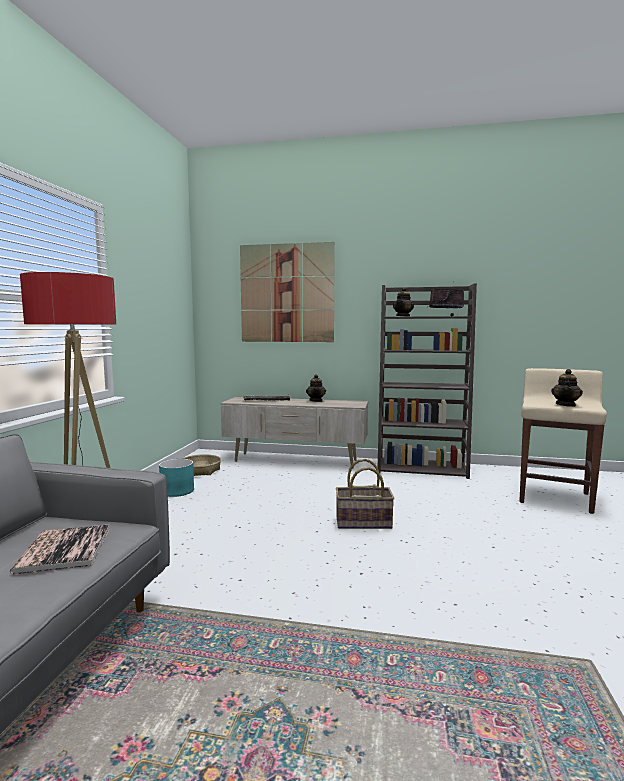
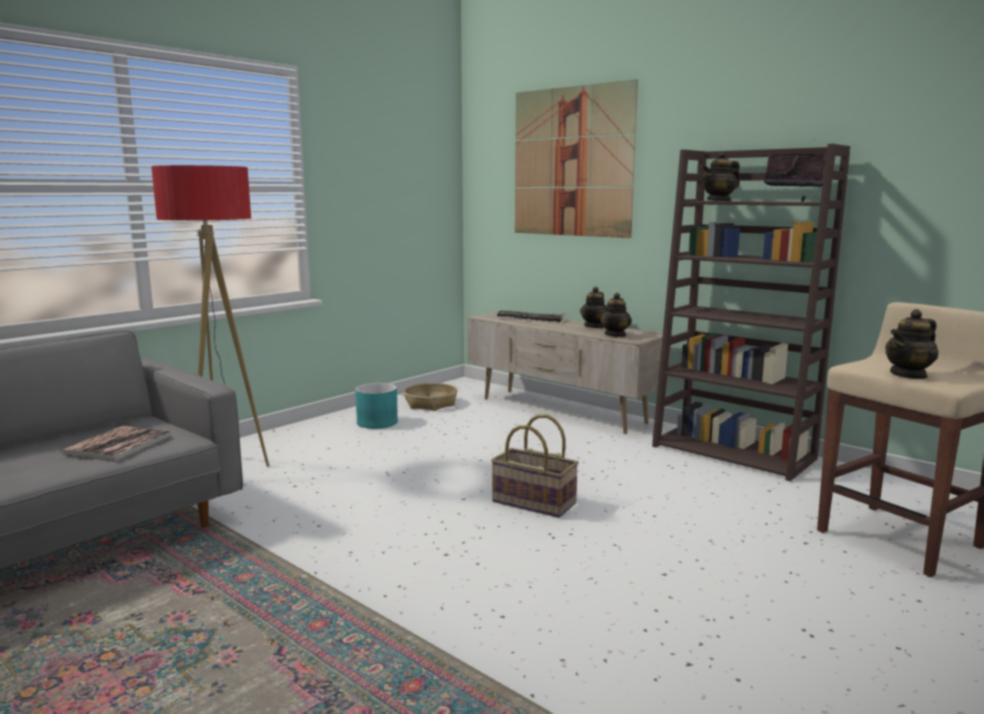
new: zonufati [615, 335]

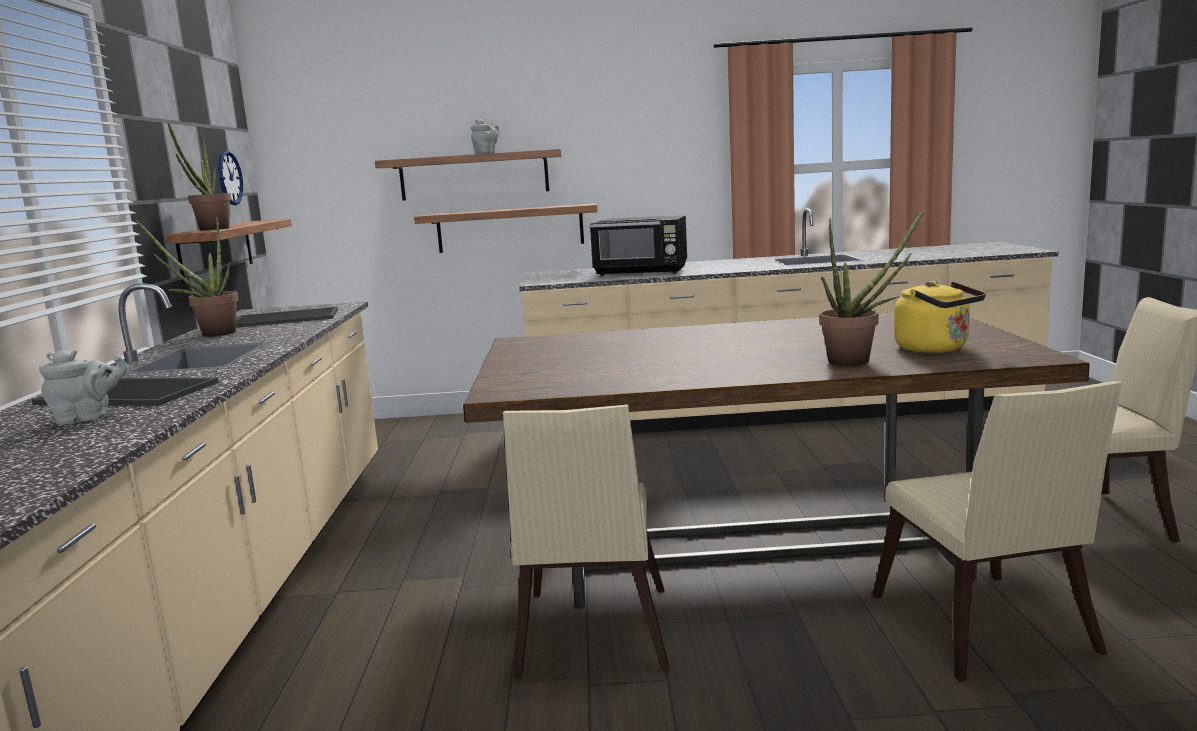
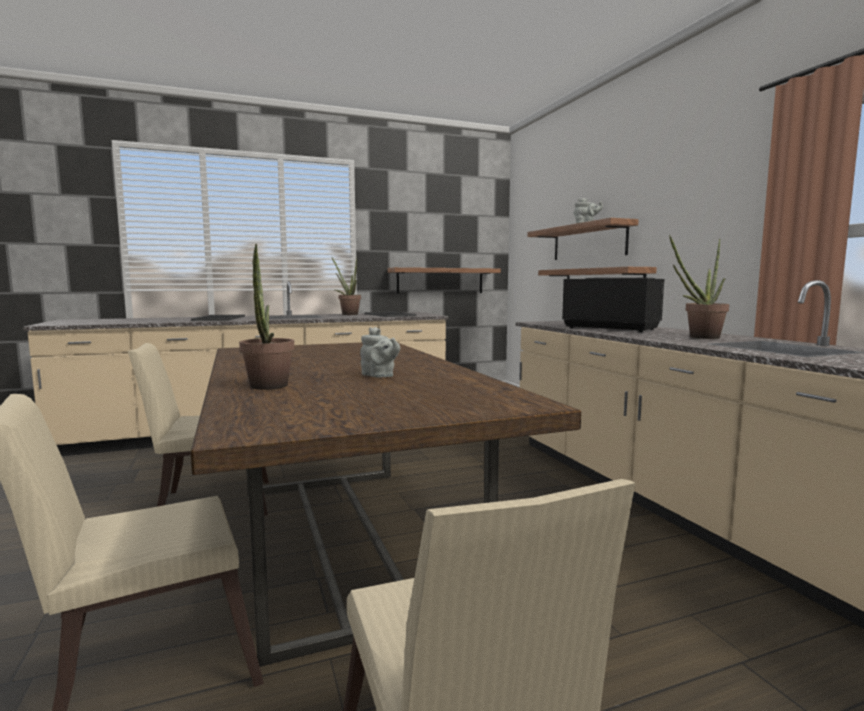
gone: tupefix [229, 178]; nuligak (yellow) [936, 349]
shifted: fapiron [211, 229] to [699, 337]; zonufati (grey) [88, 418] to [379, 376]
rotated: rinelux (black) [642, 272] = [610, 328] 135 degrees clockwise

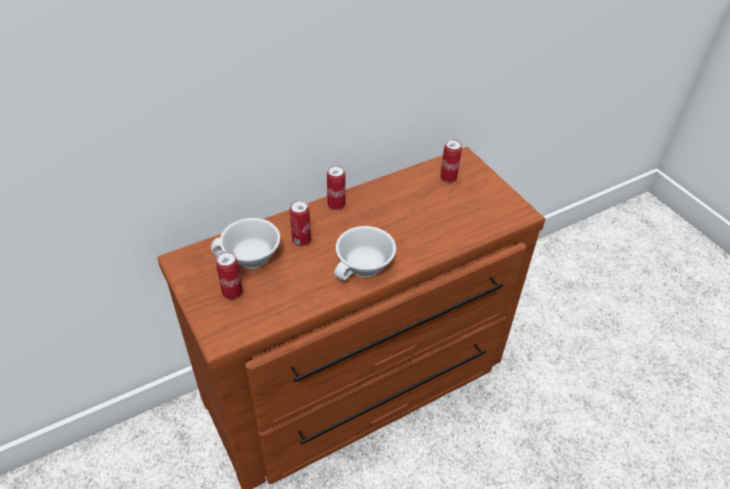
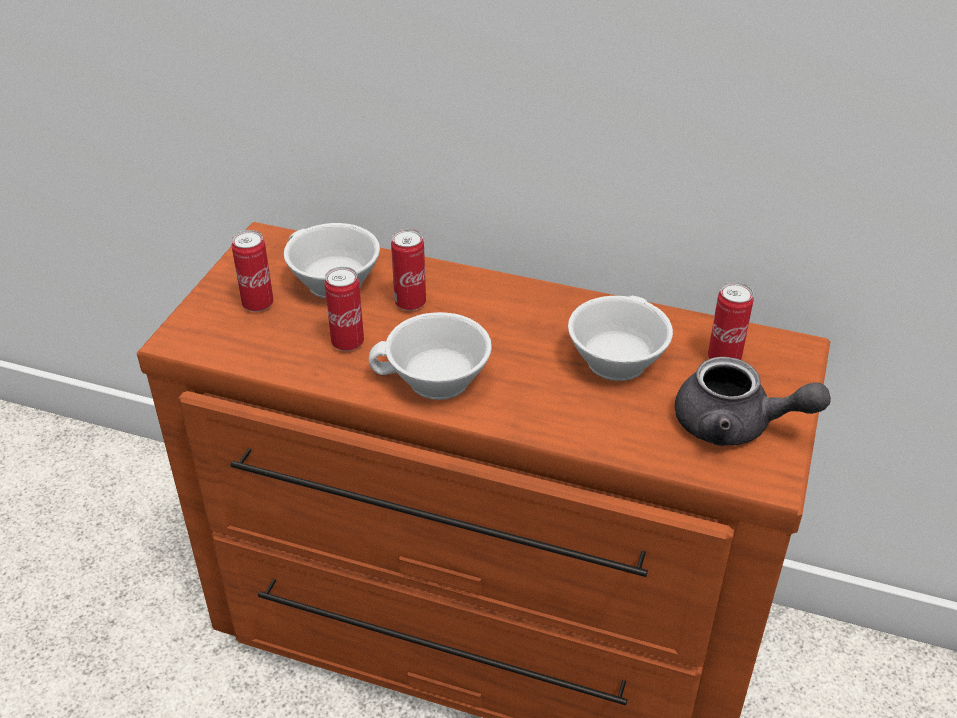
new: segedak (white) [614, 358]; zonufati (grey) [735, 426]
shifted: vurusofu [336, 205] to [347, 343]

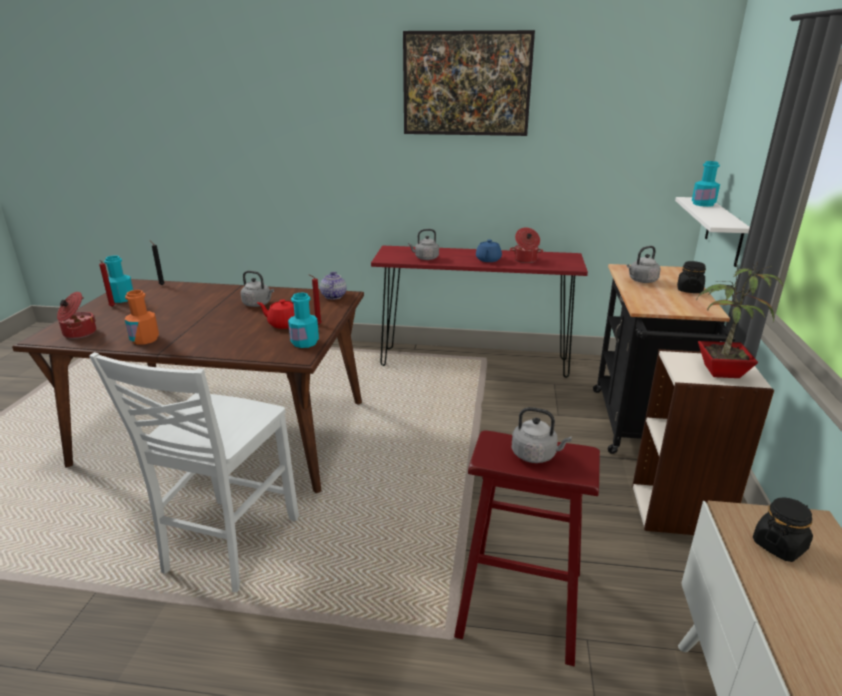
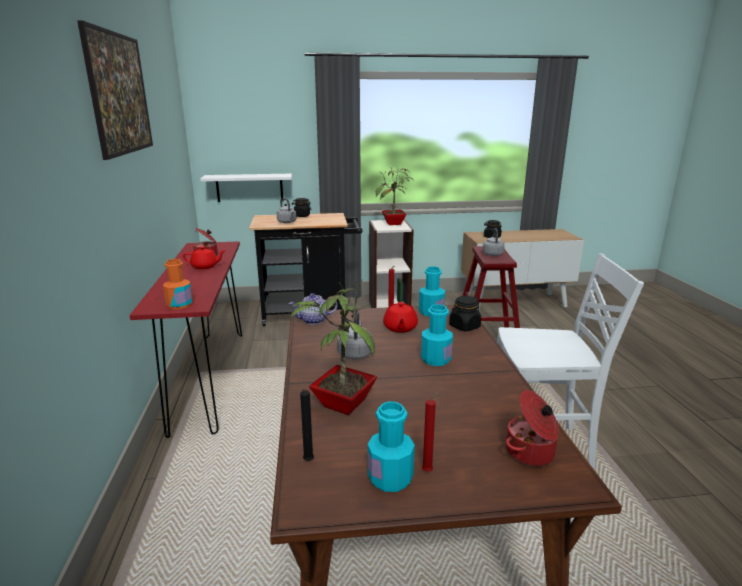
gone: nuligak (grey) [425, 258]
new: fapiron [341, 403]; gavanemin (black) [464, 326]
shifted: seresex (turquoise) [703, 204] to [435, 359]; seresex (orange) [145, 339] to [179, 305]
repainted: zonufati (blue) [488, 260] to zonufati (red) [205, 266]

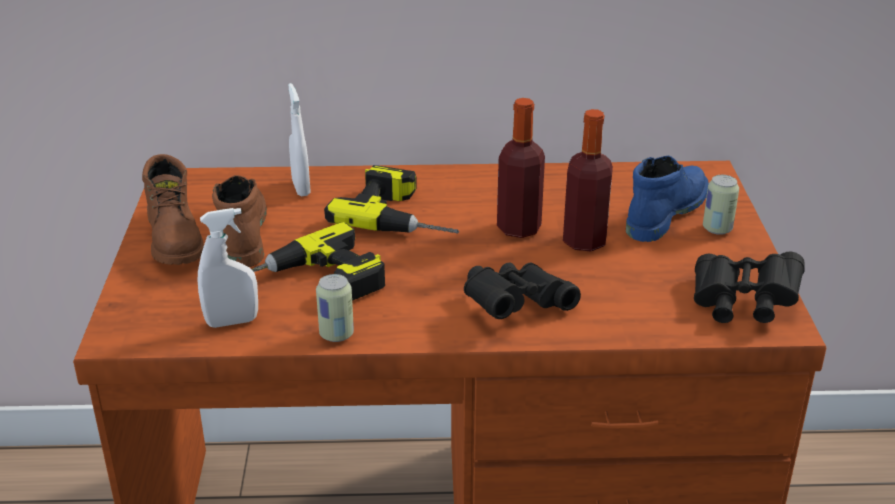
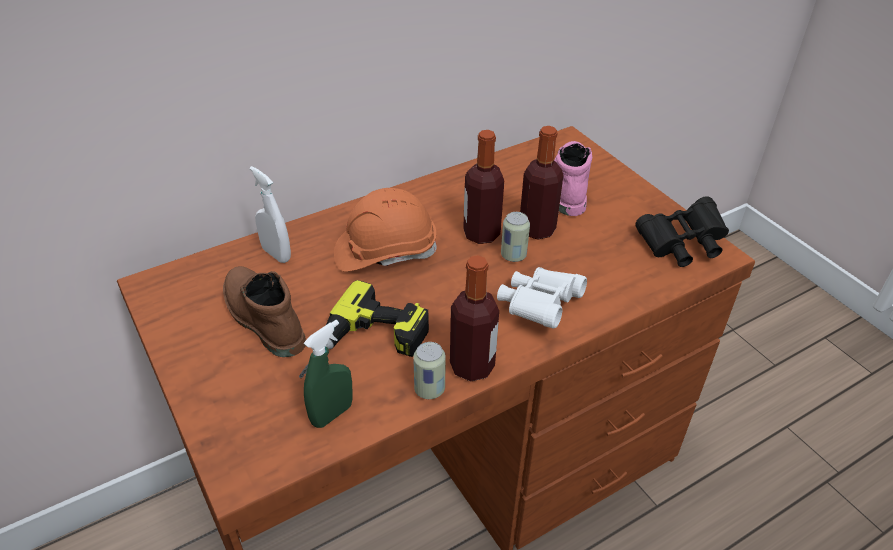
gone: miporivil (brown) [176, 239]
new: seresex [472, 366]
shifted: vurusofu [717, 229] to [513, 255]
swapped: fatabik [404, 215] to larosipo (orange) [385, 251]
repainted: miporivil (blue) [664, 213] to miporivil (pink) [568, 185]; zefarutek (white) [232, 322] to zefarutek (green) [332, 414]; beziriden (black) [515, 306] to beziriden (white) [539, 307]

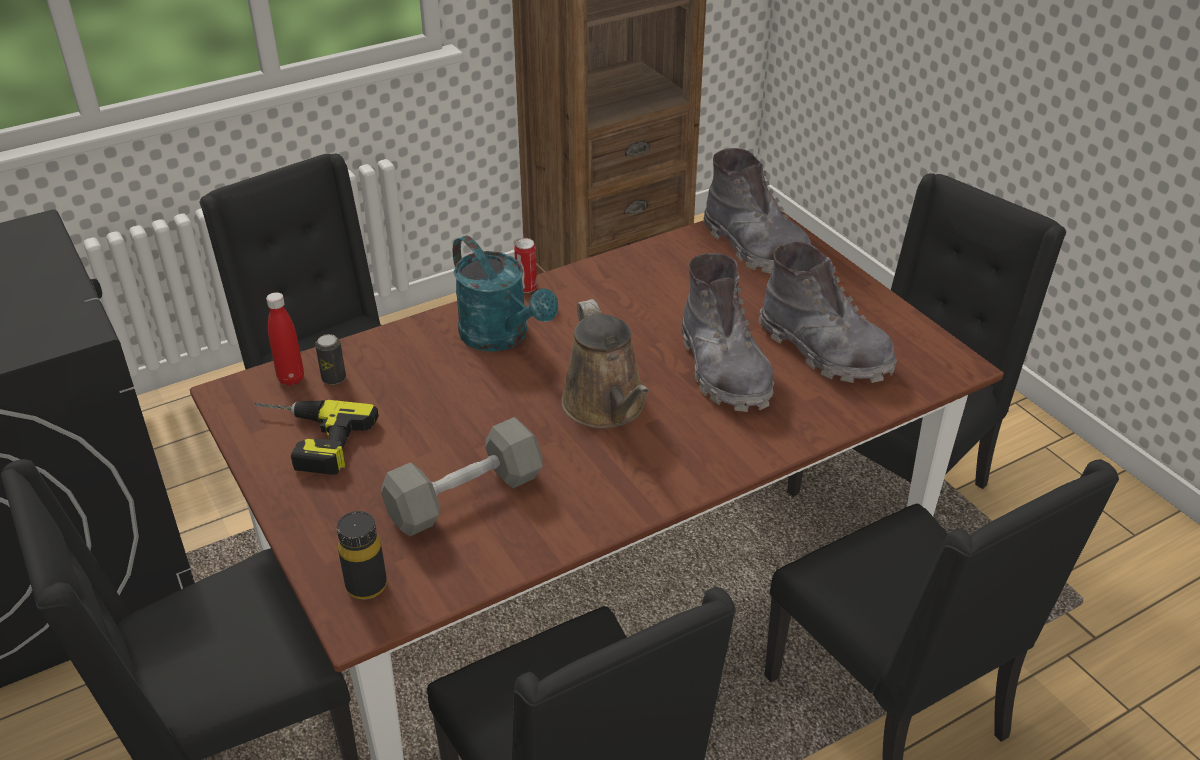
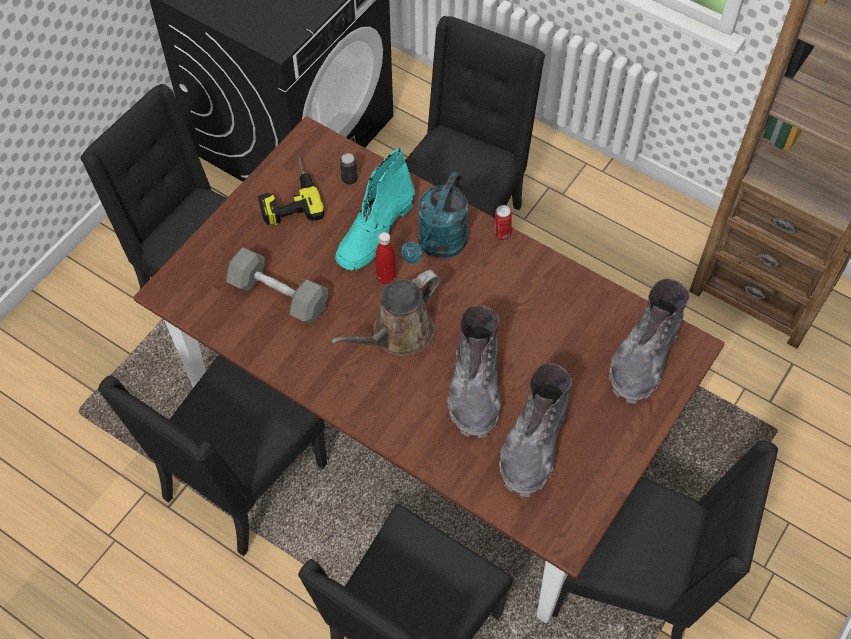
gone: seresex (black) [366, 586]
new: miporivil (turquoise) [375, 232]
shifted: seresex (red) [291, 378] to [386, 277]
rotated: miporivil (grey) [723, 369] = [475, 388] 45 degrees counterclockwise

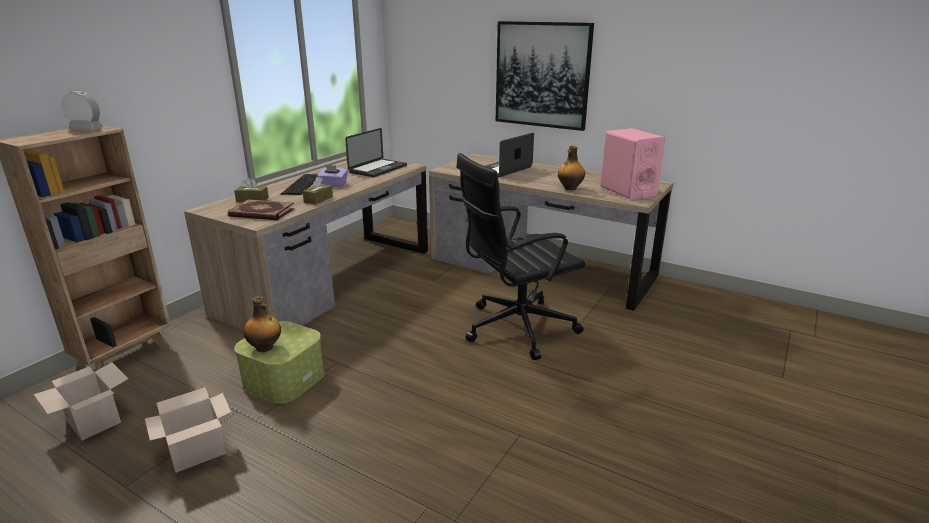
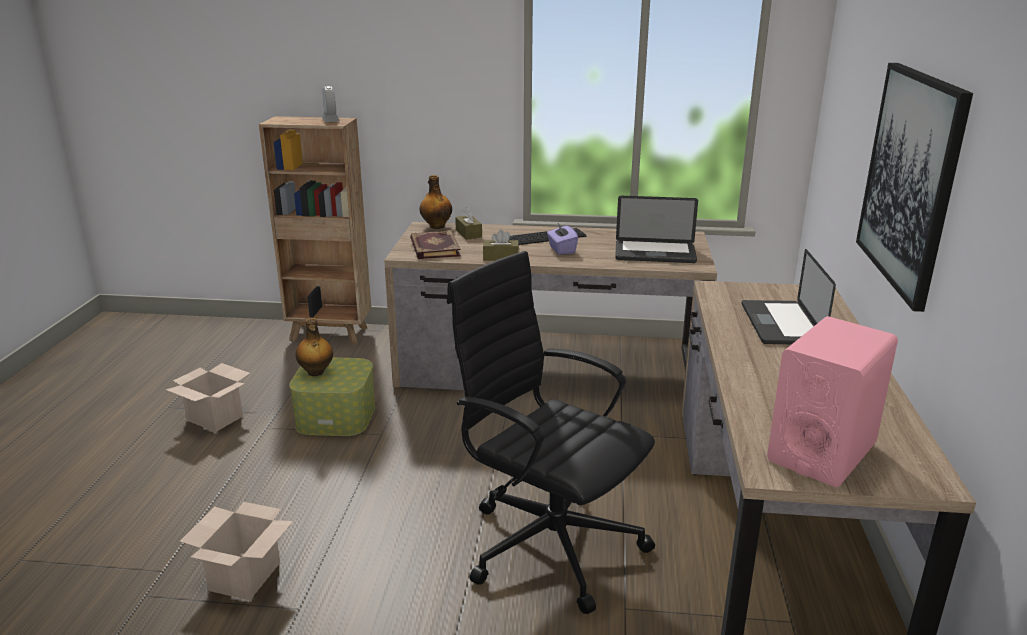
shifted: seresex [569, 188] to [436, 226]; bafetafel [92, 421] to [245, 575]
rotated: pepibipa [503, 169] = [781, 324] 105 degrees counterclockwise

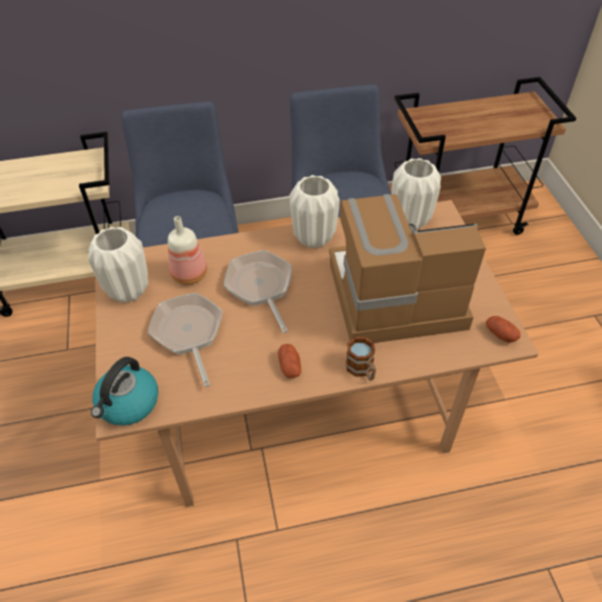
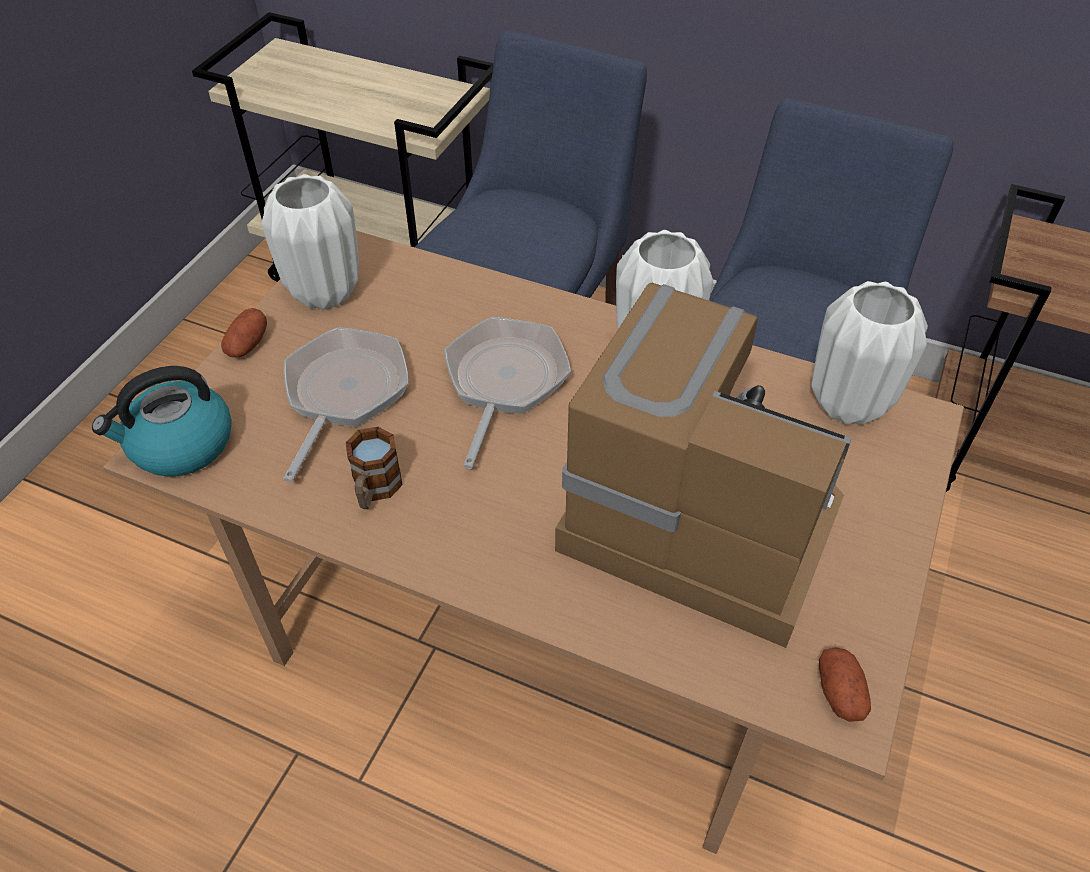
gone: seresex [188, 274]
shifted: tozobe [362, 370] to [375, 490]; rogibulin [290, 366] to [248, 344]

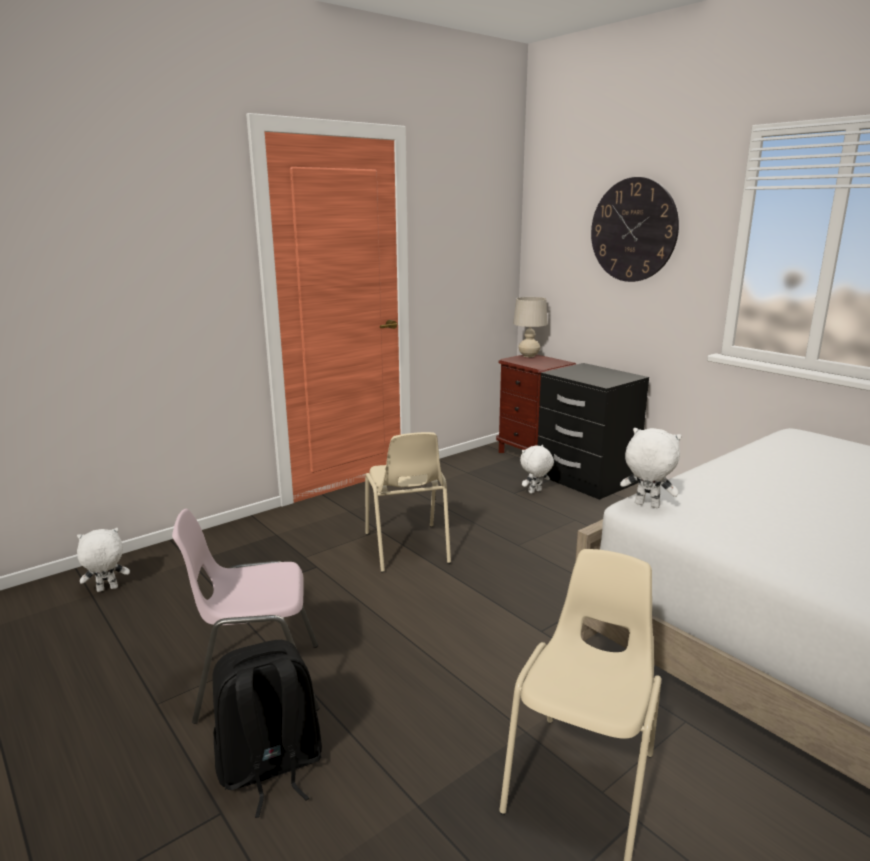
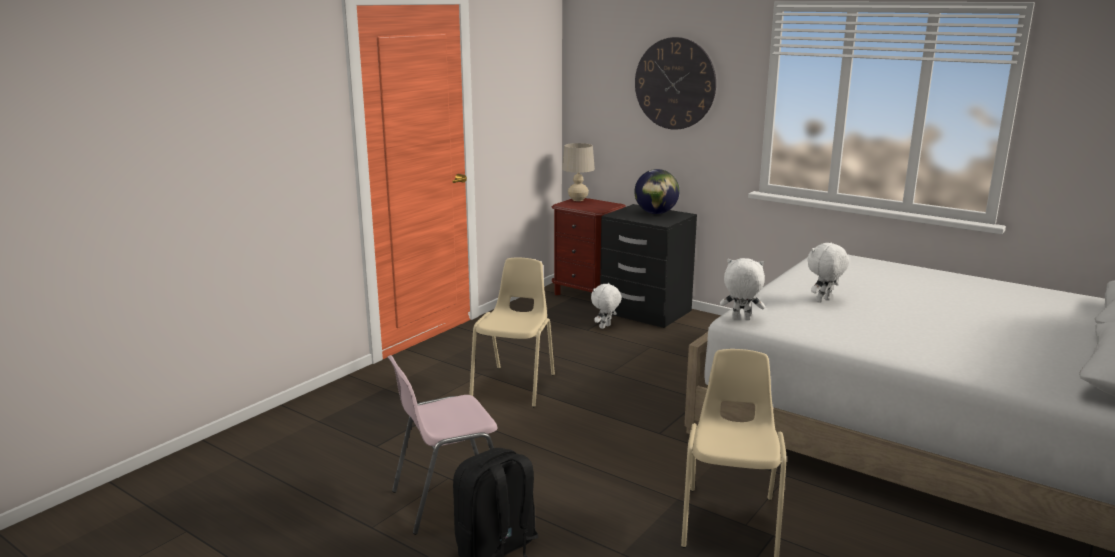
new: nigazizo [656, 213]
shifted: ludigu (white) [107, 589] to [823, 300]
rotated: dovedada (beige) [407, 548] = [515, 386] 135 degrees counterclockwise

